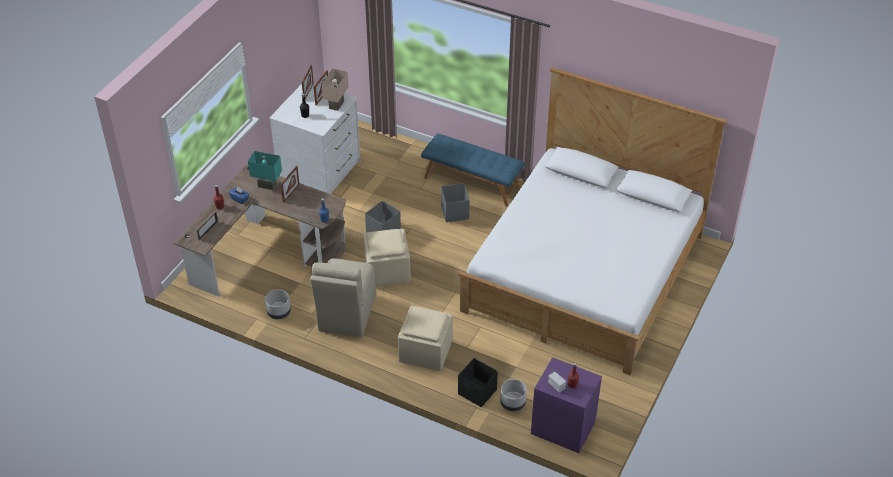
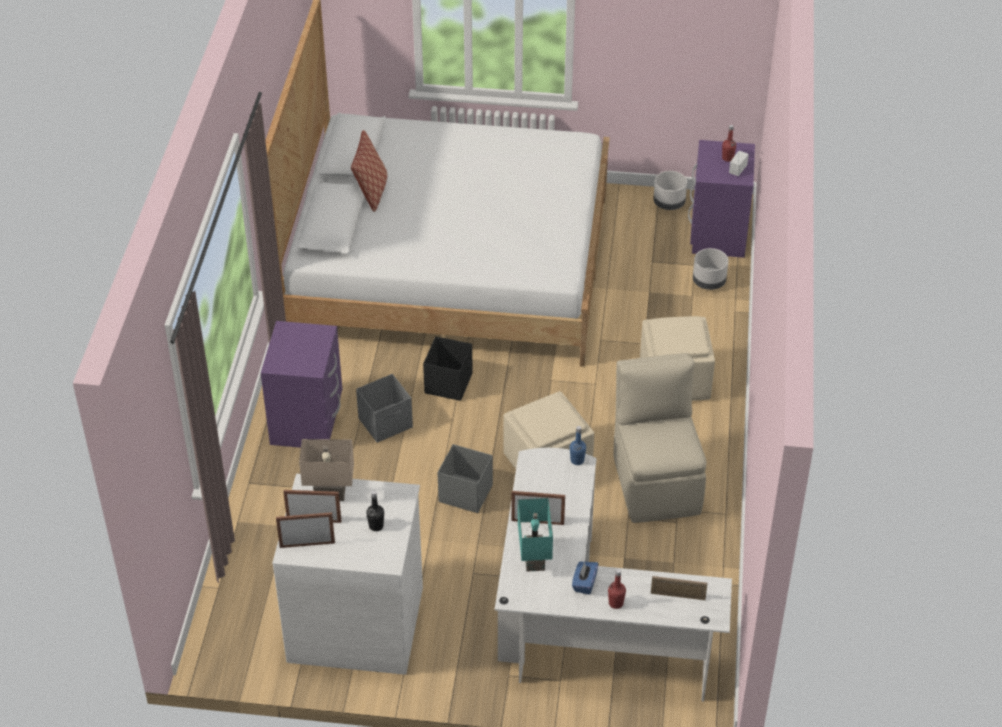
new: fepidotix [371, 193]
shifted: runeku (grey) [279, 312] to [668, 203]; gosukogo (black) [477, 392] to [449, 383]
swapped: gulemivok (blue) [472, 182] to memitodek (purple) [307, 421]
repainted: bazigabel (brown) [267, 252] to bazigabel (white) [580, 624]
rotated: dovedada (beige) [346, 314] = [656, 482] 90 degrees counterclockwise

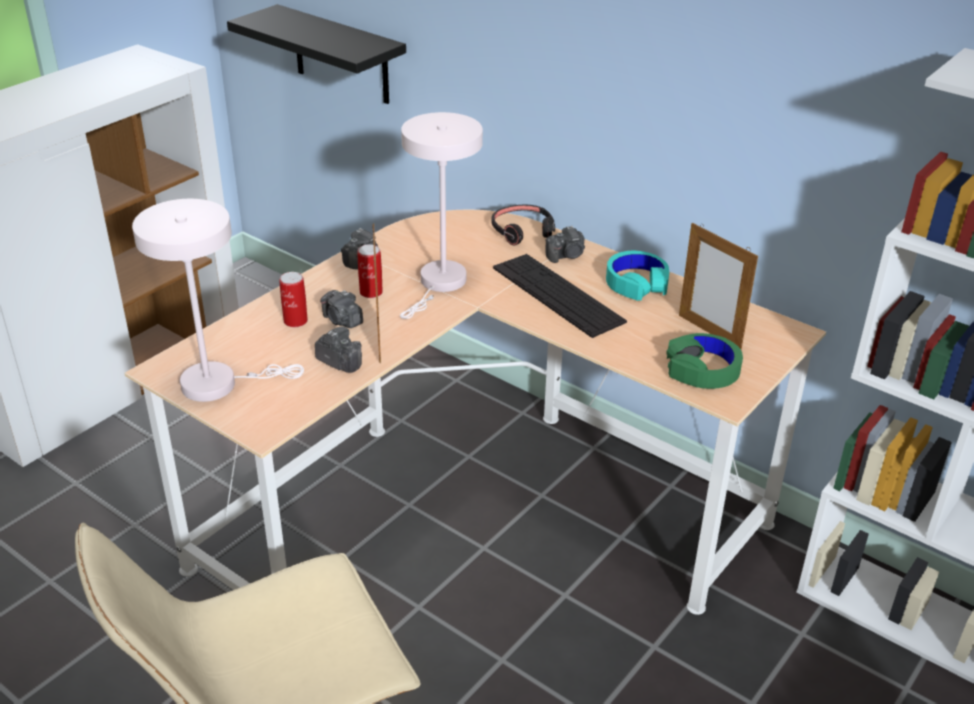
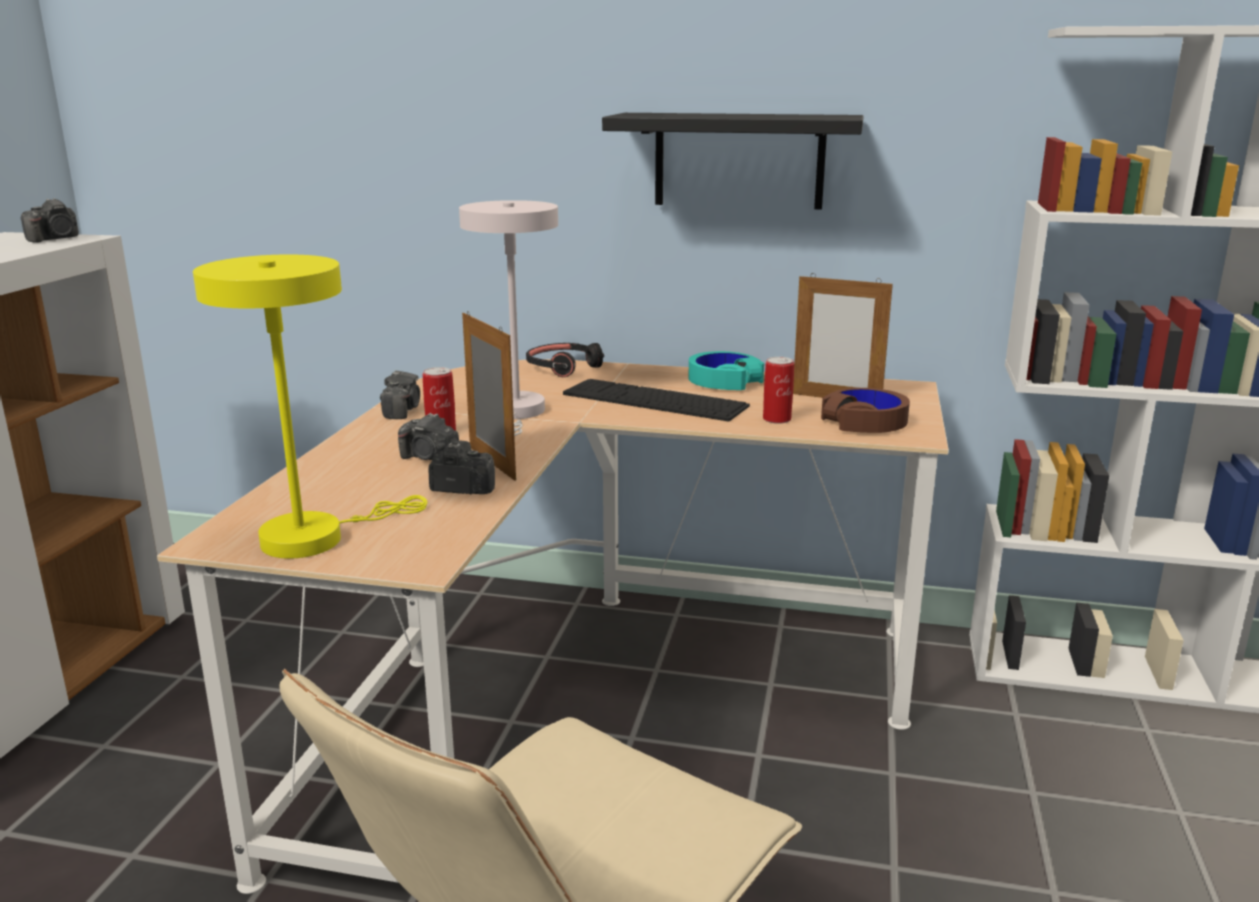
shifted: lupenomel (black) [341, 55] to [739, 160]; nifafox [566, 256] to [55, 239]; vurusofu [295, 321] to [777, 419]
repainted: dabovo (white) [219, 383] to dabovo (yellow) [315, 536]; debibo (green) [702, 370] to debibo (brown) [865, 422]

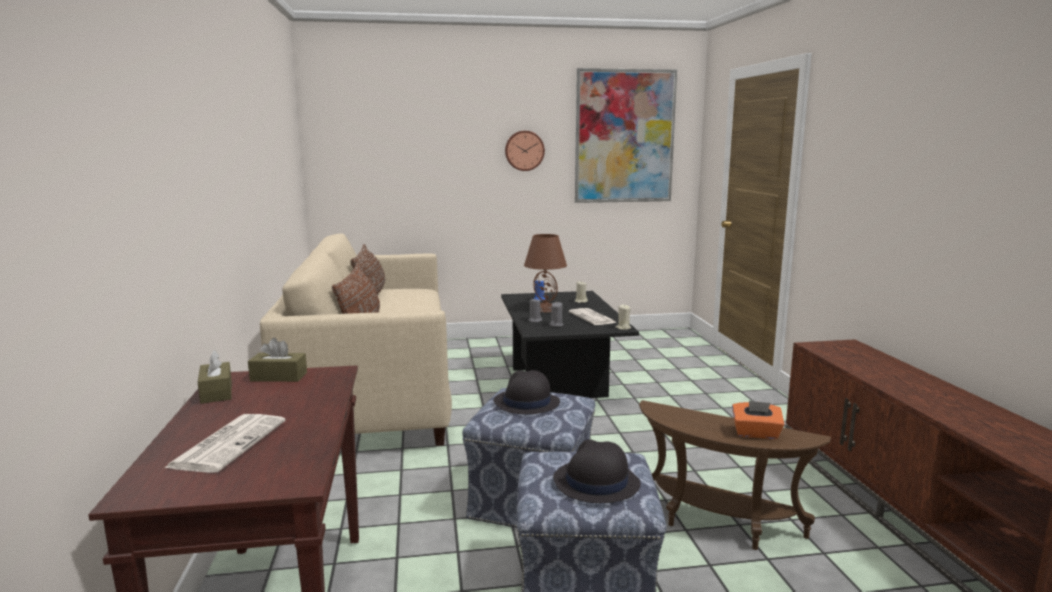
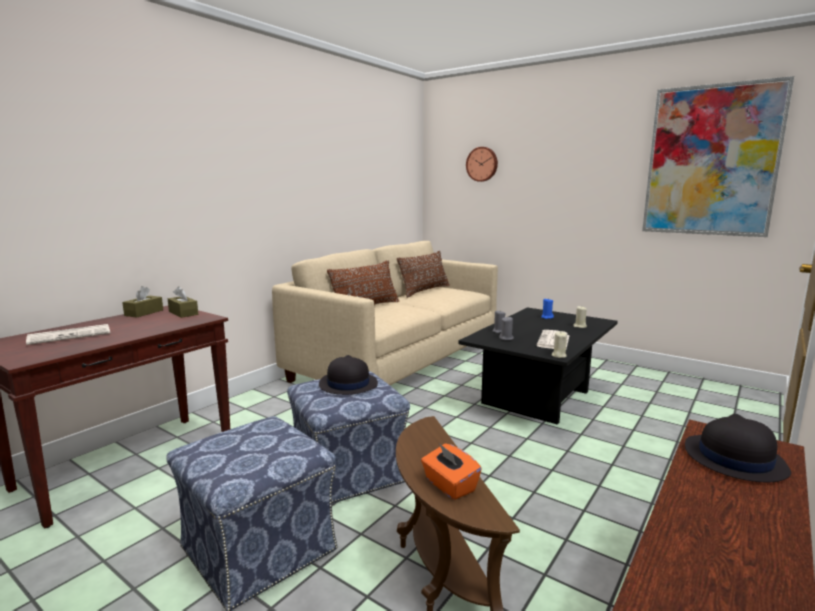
gone: dabovo (brown) [544, 309]
shifted: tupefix [524, 150] to [482, 164]; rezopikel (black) [595, 482] to [734, 459]

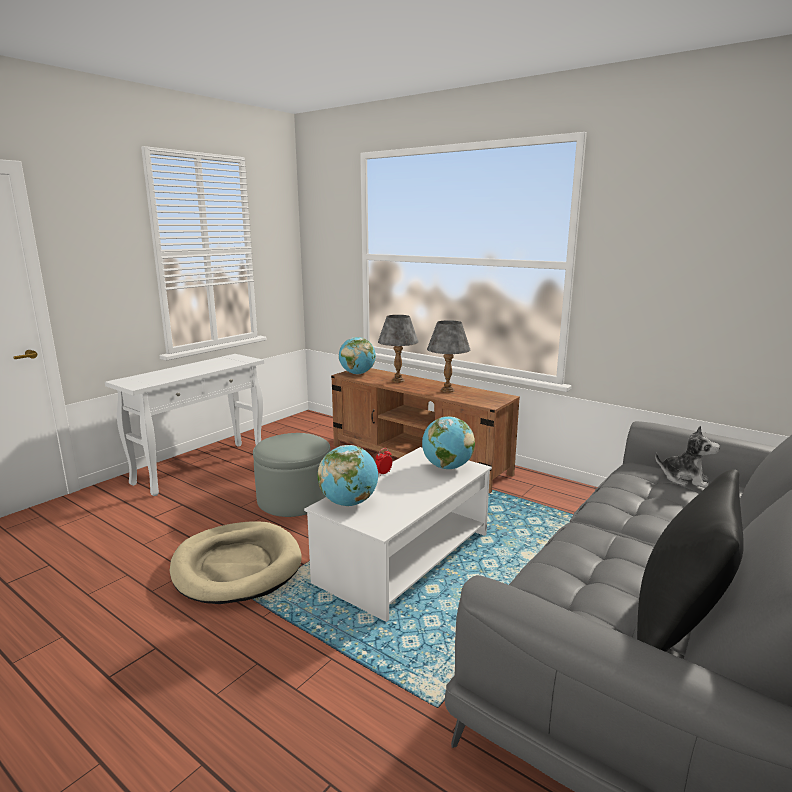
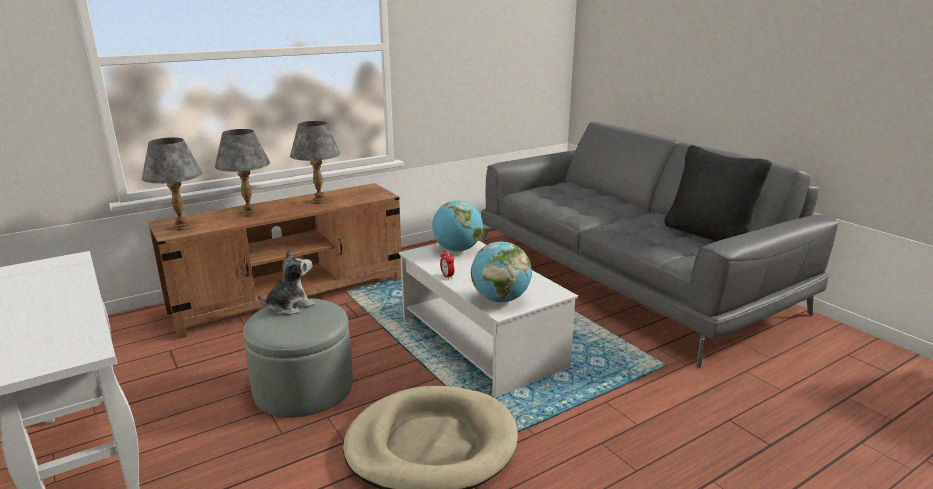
shifted: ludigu [684, 479] to [289, 306]
swapped: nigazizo [357, 373] to dabovo (grey) [181, 227]

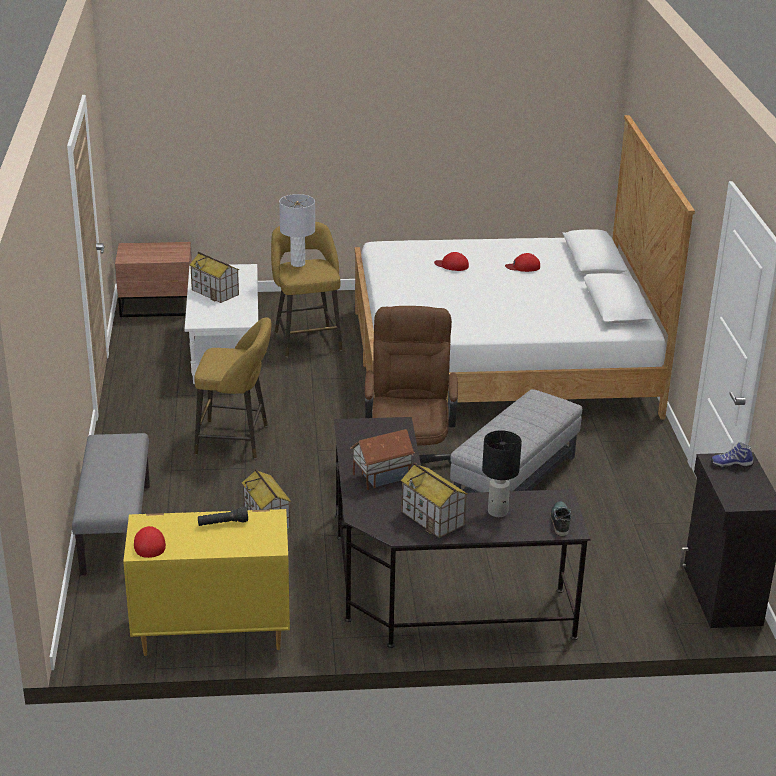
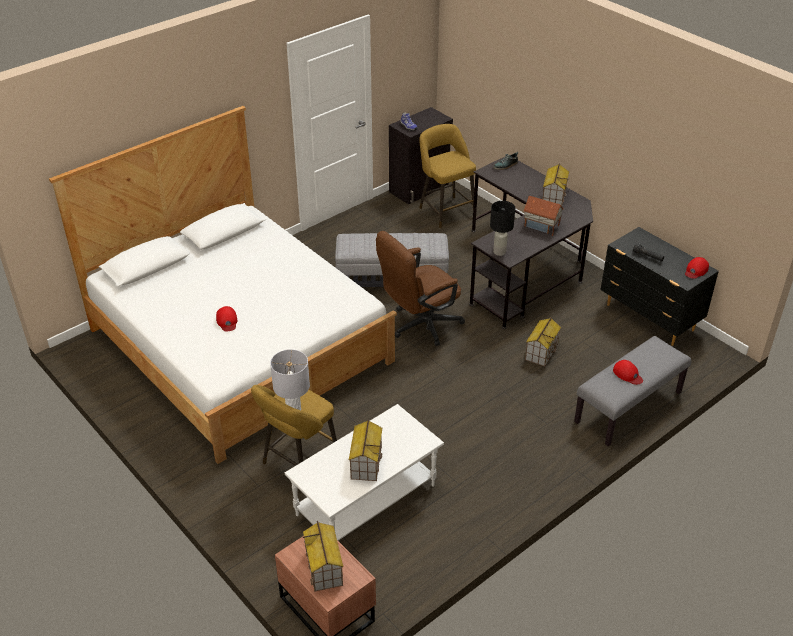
new: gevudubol [324, 568]
shifted: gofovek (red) [523, 267] to [627, 374]; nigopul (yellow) [236, 440] to [445, 211]; dabovo (black) [498, 511] to [499, 252]
repainted: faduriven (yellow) [211, 633] to faduriven (black) [650, 318]

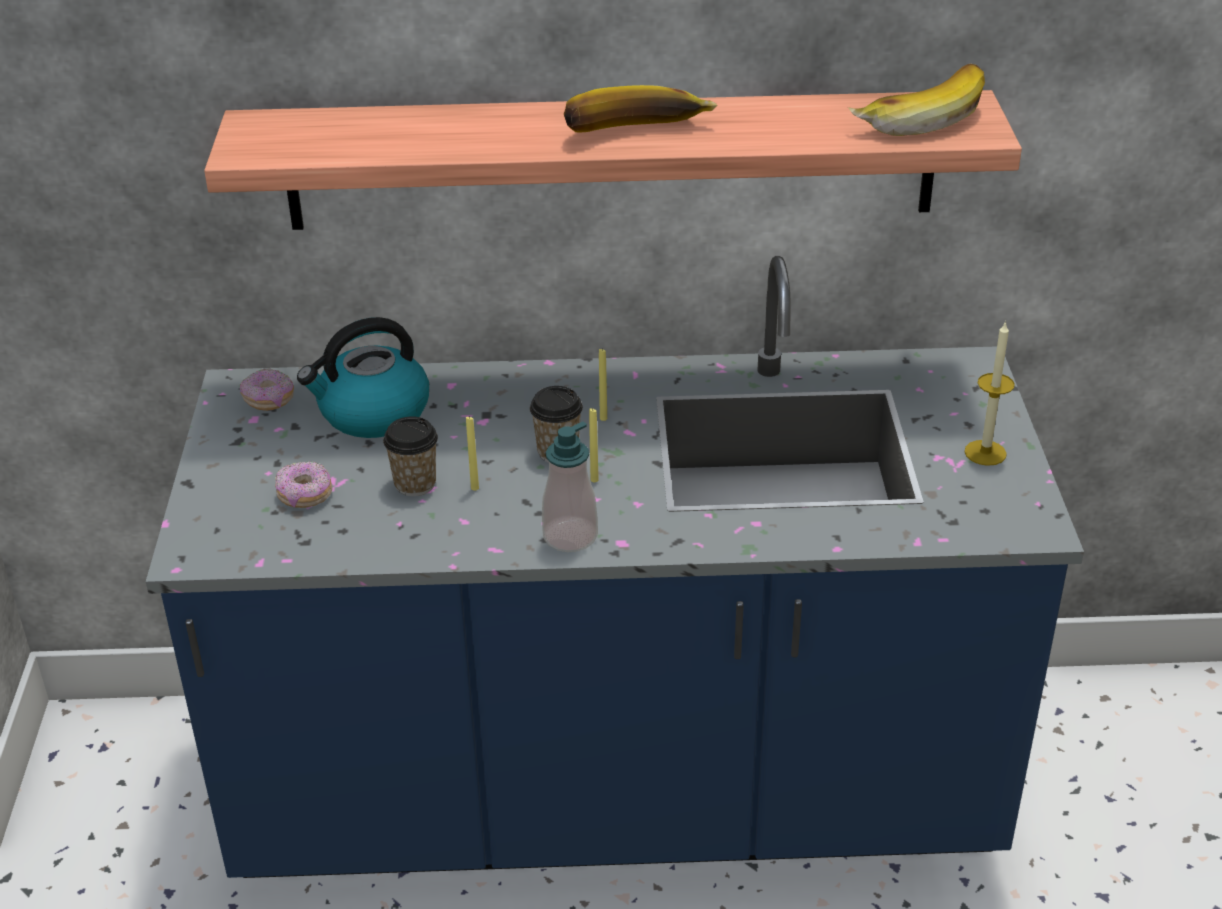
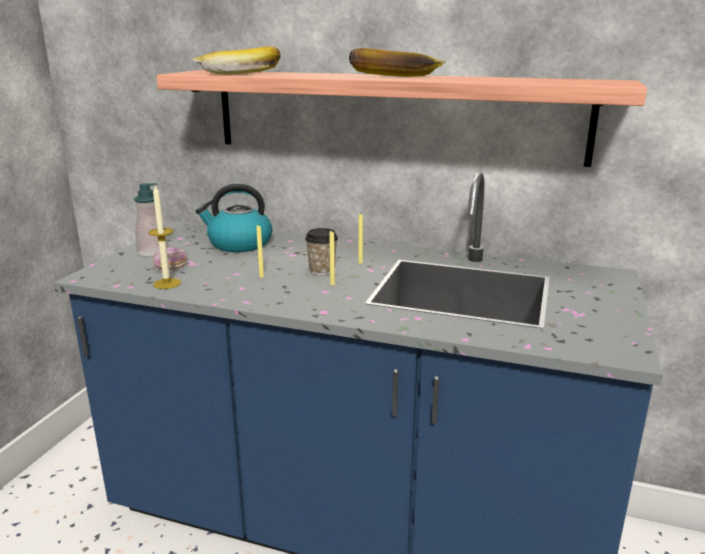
gone: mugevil [269, 400]; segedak [415, 484]
shifted: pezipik [916, 118] to [239, 73]; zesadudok [985, 453] to [167, 283]; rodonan [570, 536] to [153, 252]

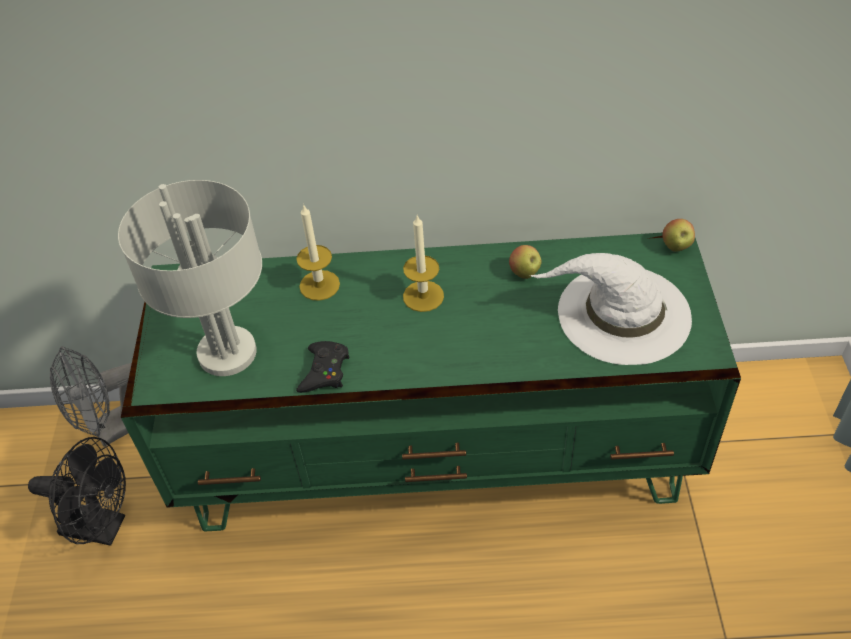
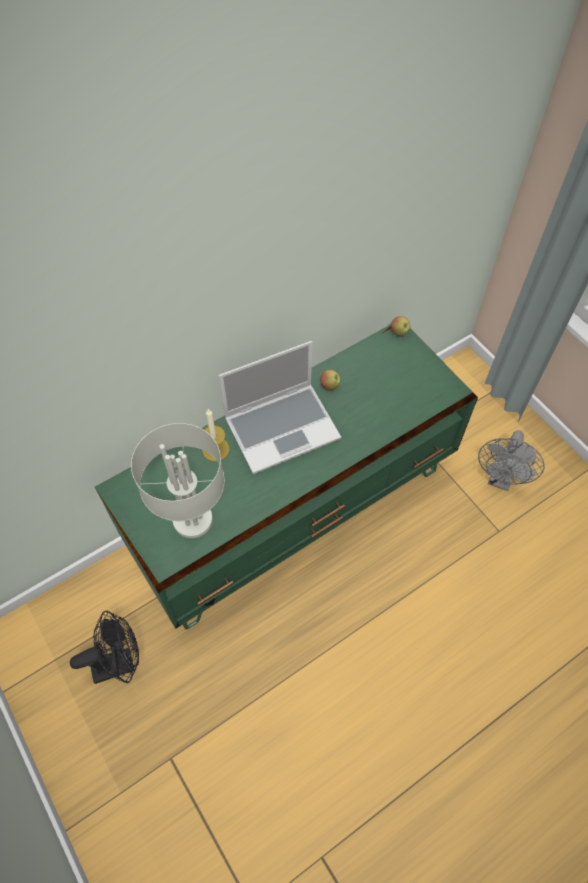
gone: rezopikel (white) [621, 314]; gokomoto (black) [324, 371]
shifted: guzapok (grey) [114, 429] to [500, 479]
swapped: zesadudok [423, 296] to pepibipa [282, 427]

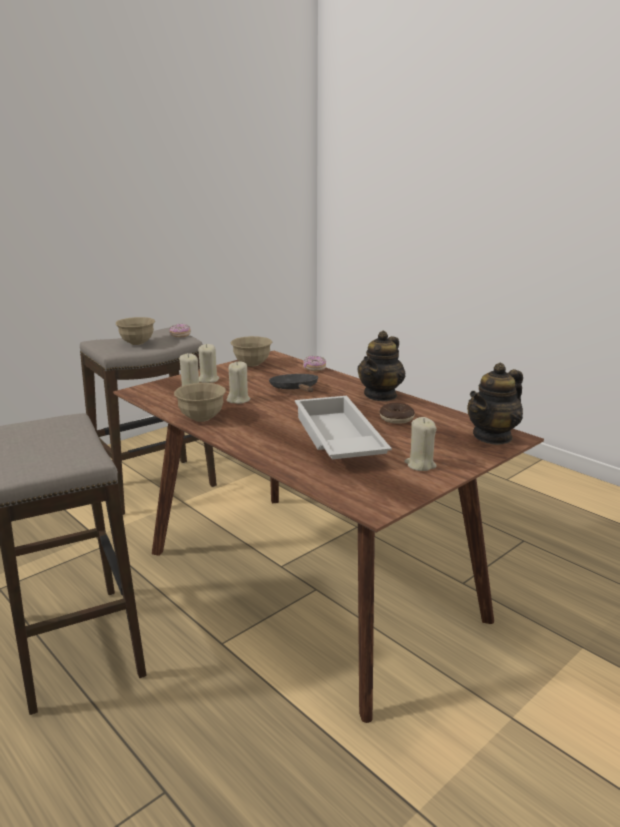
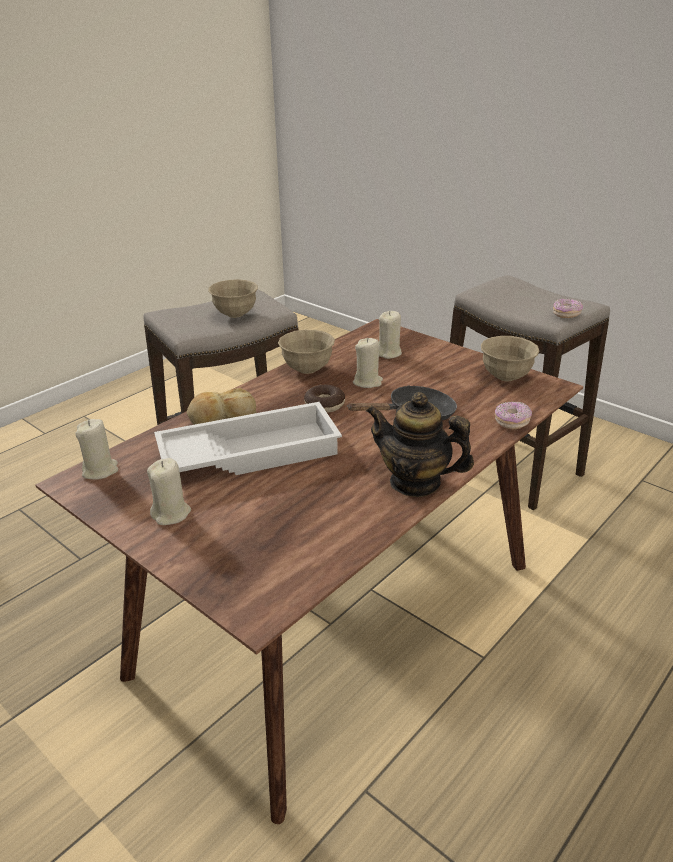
gone: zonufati [493, 436]
new: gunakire [222, 418]
shifted: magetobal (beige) [137, 343] to [235, 314]; zesadudok (beige) [208, 380] to [100, 470]; mugevil [396, 419] to [324, 404]

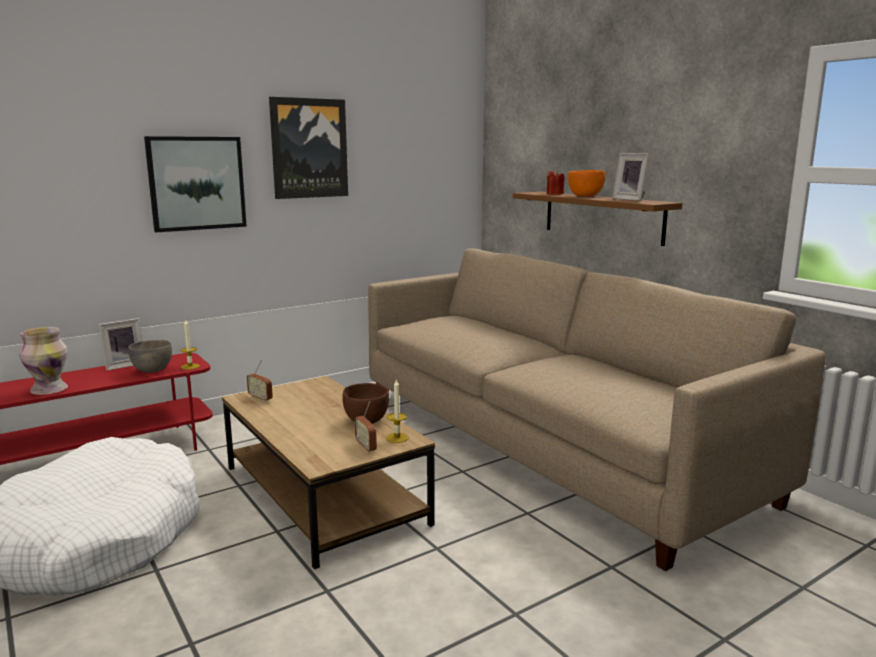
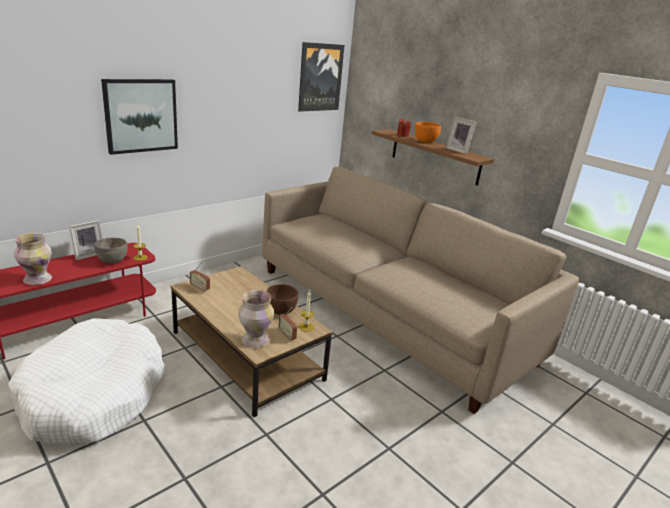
new: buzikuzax [254, 340]
shifted: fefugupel [309, 148] to [320, 77]

